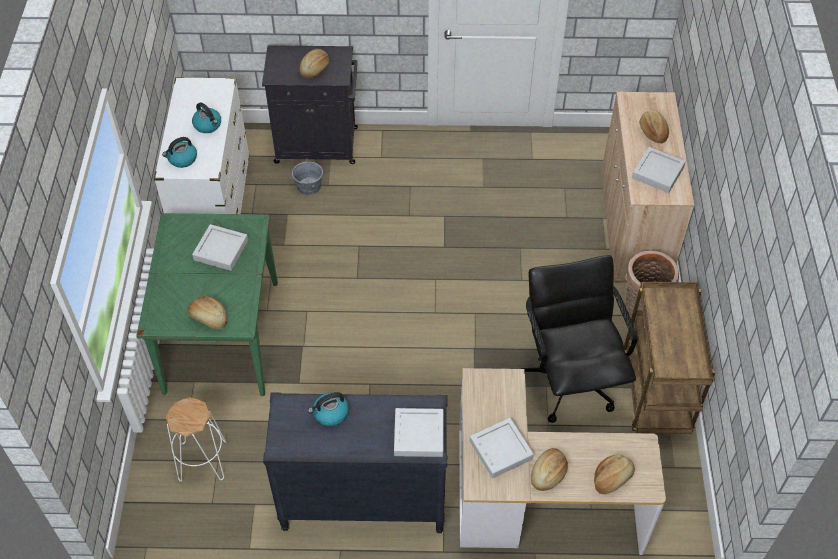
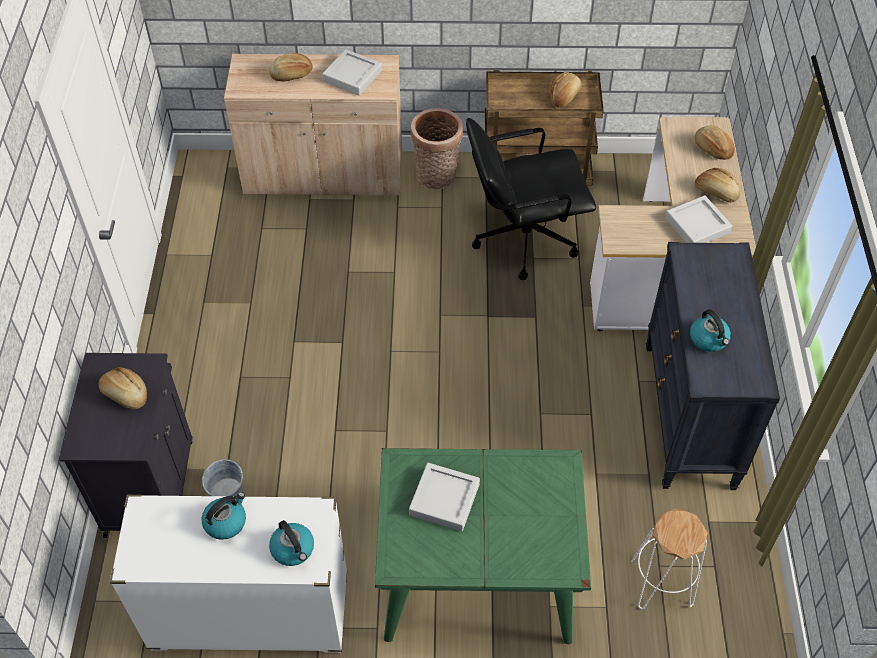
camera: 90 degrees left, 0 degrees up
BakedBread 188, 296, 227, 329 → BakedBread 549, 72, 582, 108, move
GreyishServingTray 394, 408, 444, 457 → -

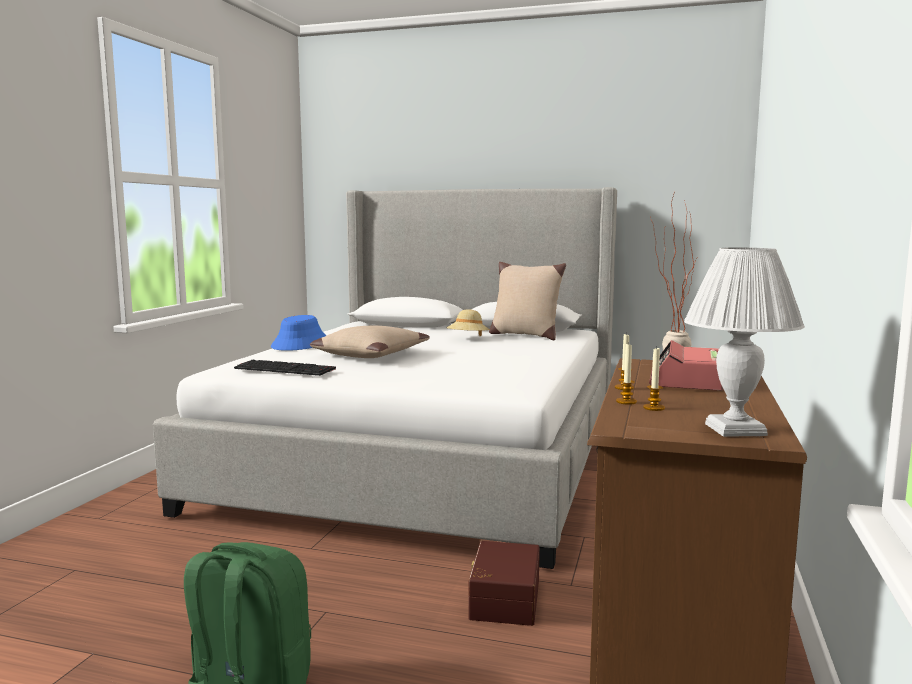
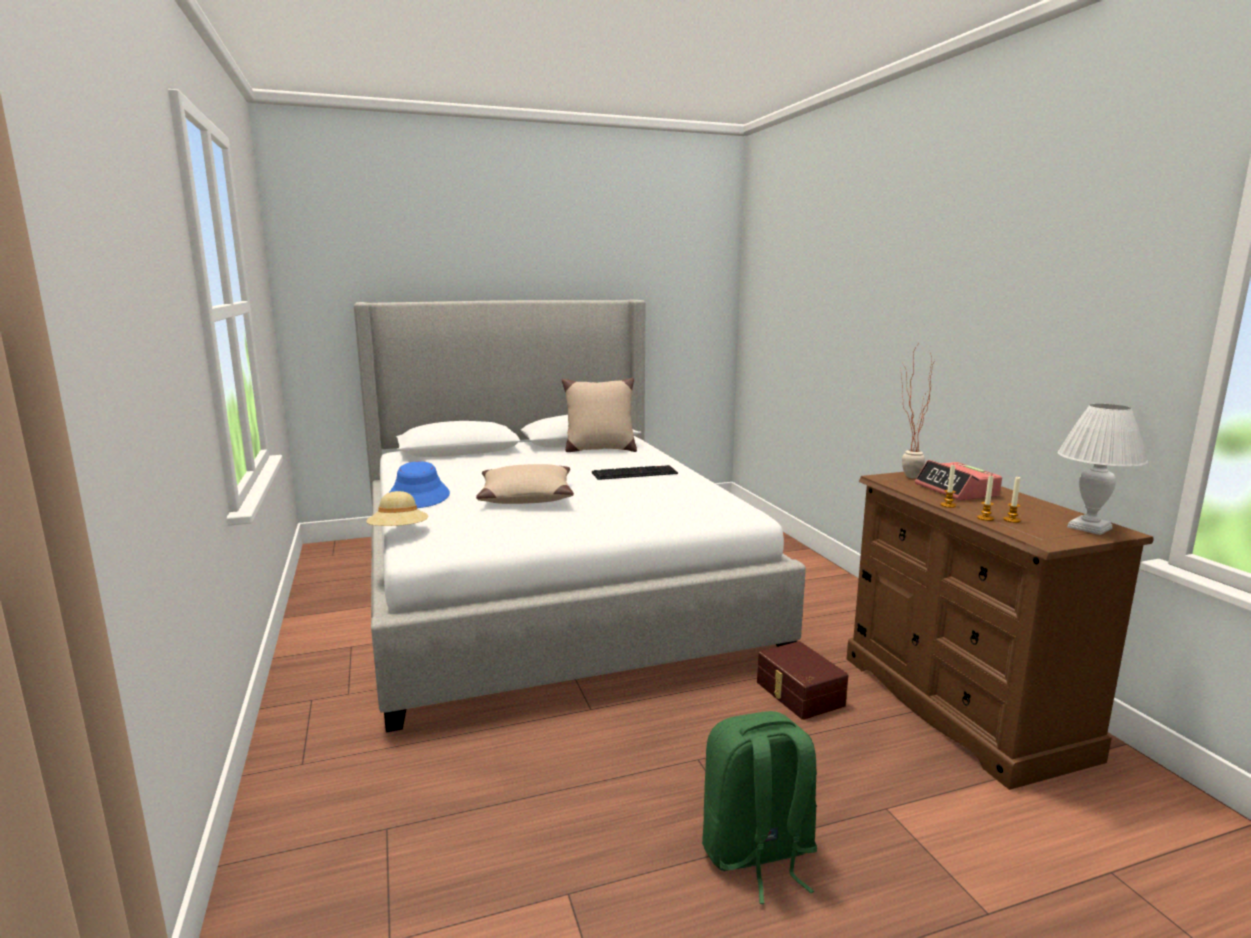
camera: 35 degrees left, 5 degrees up
BeigeHat 447, 309, 489, 336 → BeigeHat 366, 491, 429, 526, move
PcKeyboard 234, 360, 336, 376 → PcKeyboard 592, 465, 678, 480, move

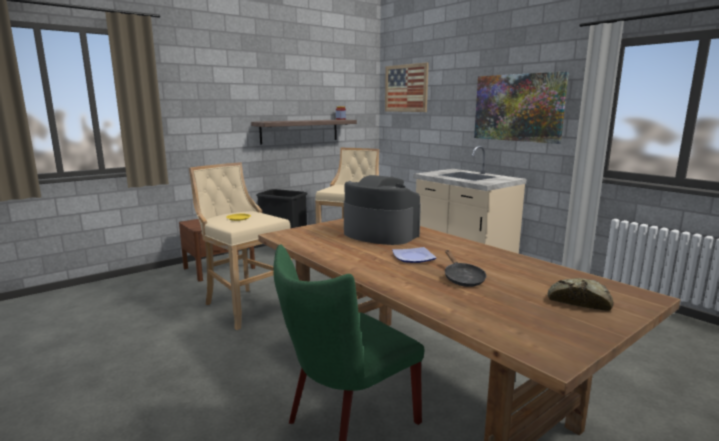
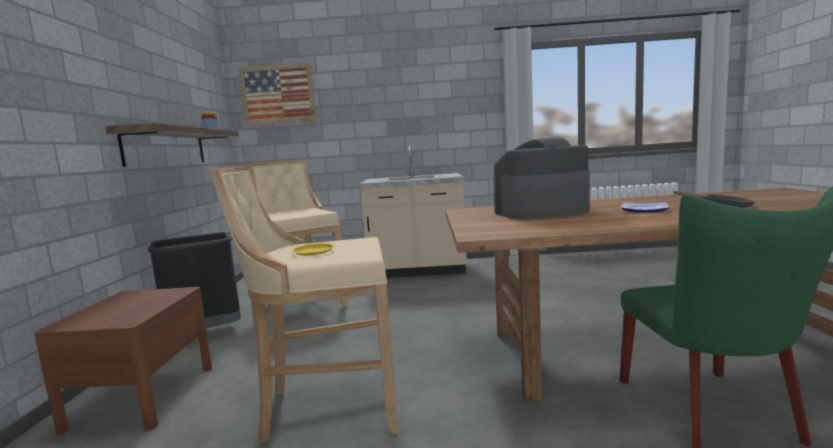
camera: 50 degrees left, 5 degrees down
WallPicture 474, 71, 569, 144 → -
BakedBread 548, 278, 614, 311 → -

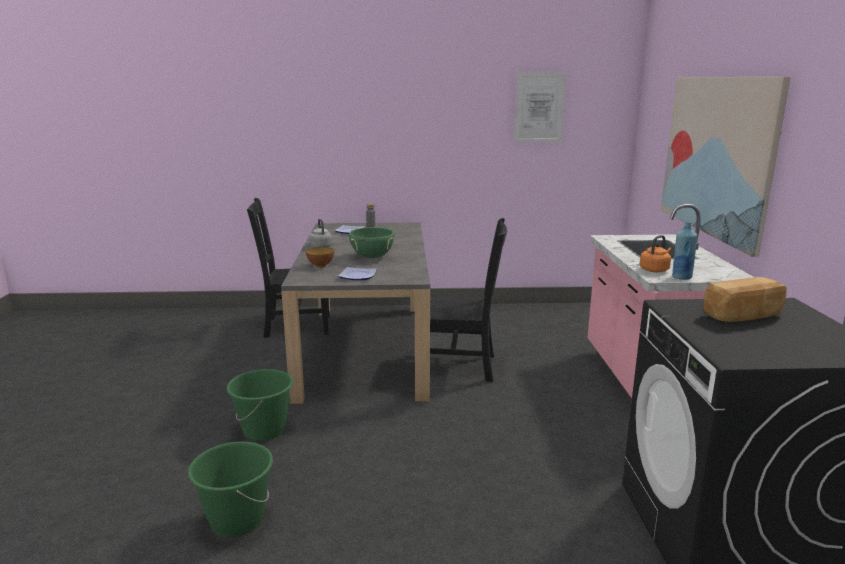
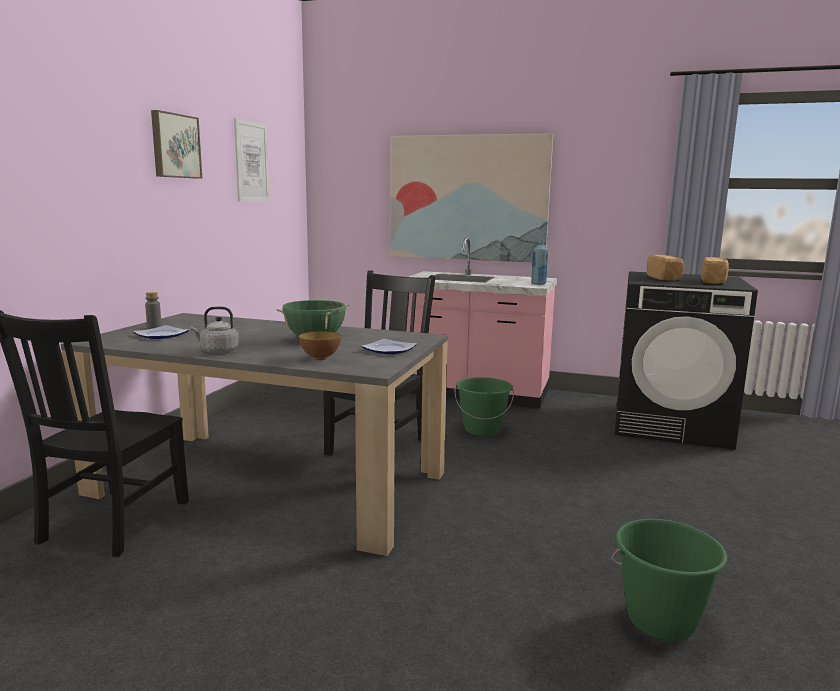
camera: 70 degrees left, 5 degrees down
- → WallPicture 151, 110, 202, 179
GreenishPail 227, 369, 293, 441 → GreenishPail 455, 377, 514, 436, move
- → BakedBread 701, 257, 729, 284
OrangeColouredWaterKettle 640, 235, 671, 272 → -

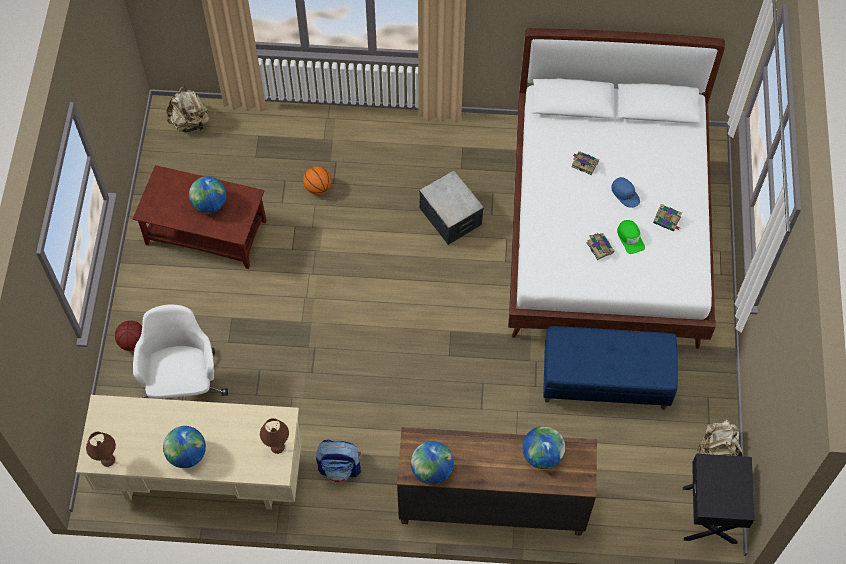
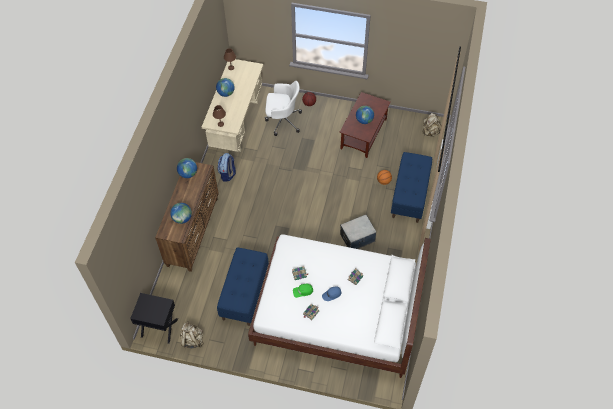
camera: 100 degrees right, 5 degrees down
- → BlueColouredLongSeat 391, 152, 432, 223

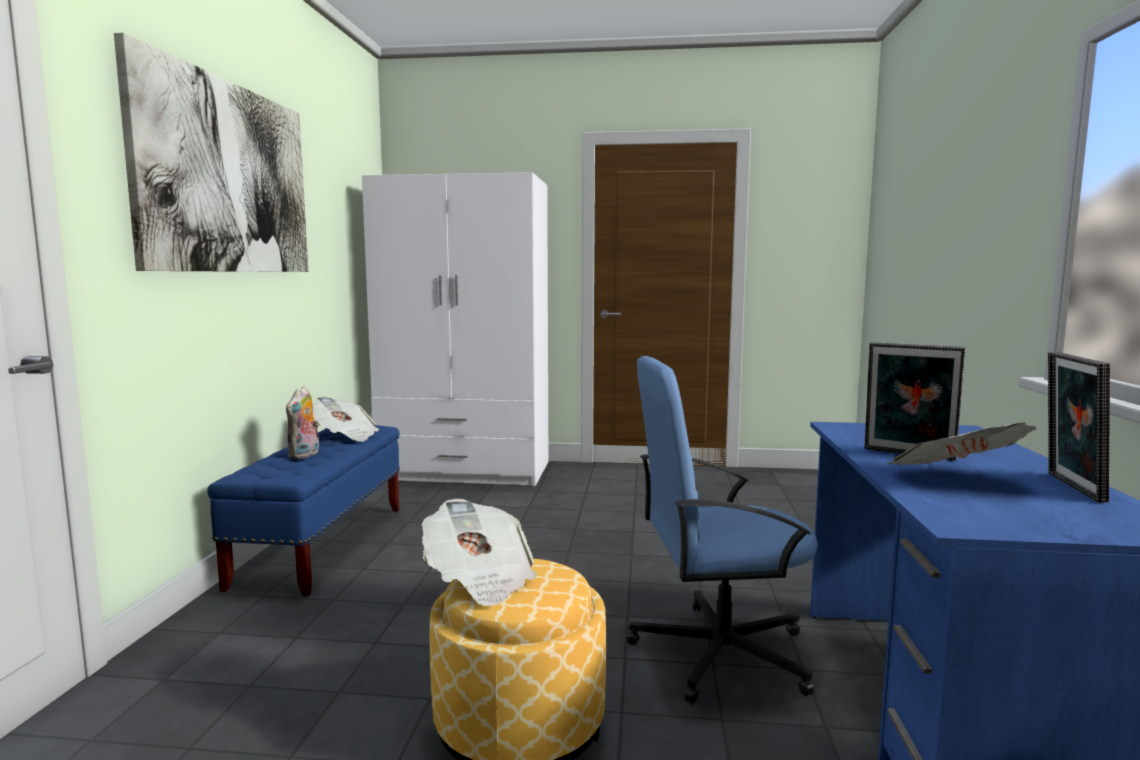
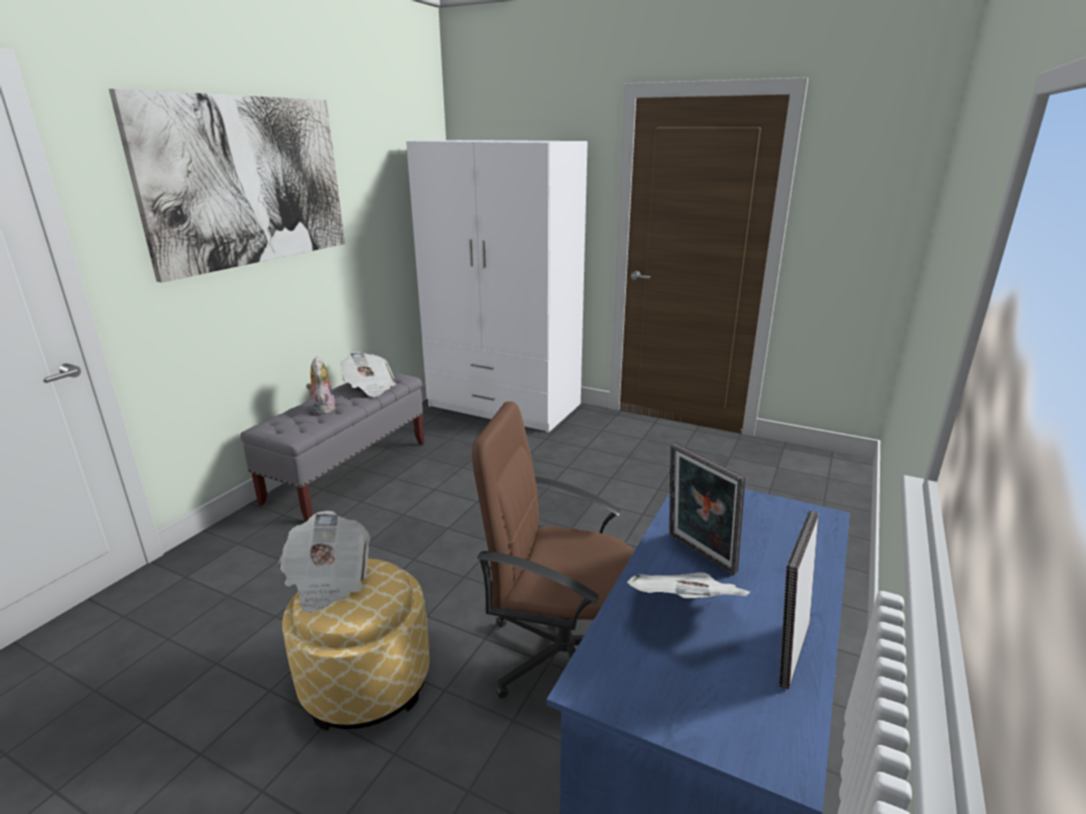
camera: 20 degrees right, 15 degrees up
BlueColouredLongSeat 207, 425, 400, 597 → GreyishLongSeat 240, 372, 424, 521
CuddlyToy 286, 386, 319, 459 → CuddlyToy 306, 356, 336, 414, 135 degrees clockwise
BlueColouredDeskChair 626, 356, 818, 704 → BrownDeskChair 472, 401, 634, 698

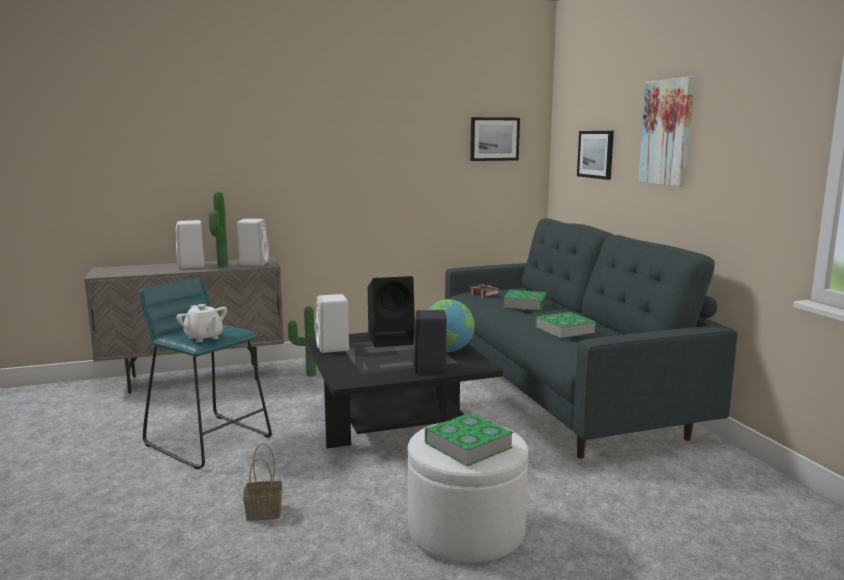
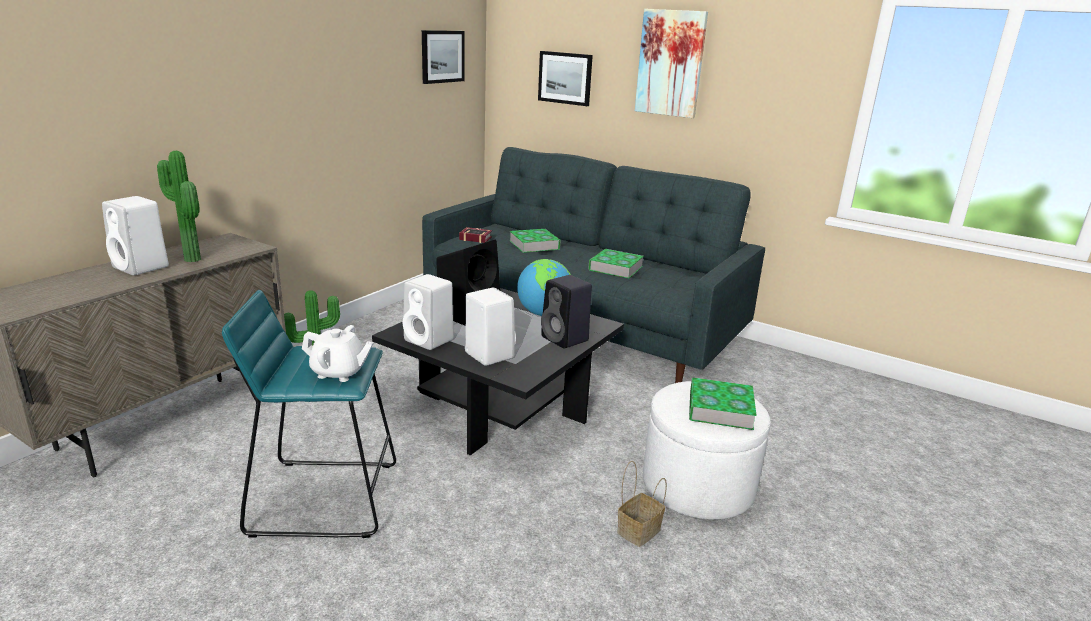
camera: 40 degrees left, 10 degrees up
WhiteColouredLoudspeaker 237, 219, 269, 266 → WhiteColouredLoudspeaker 465, 288, 516, 366, move
Basket 243, 443, 282, 521 → Basket 617, 461, 667, 547, move

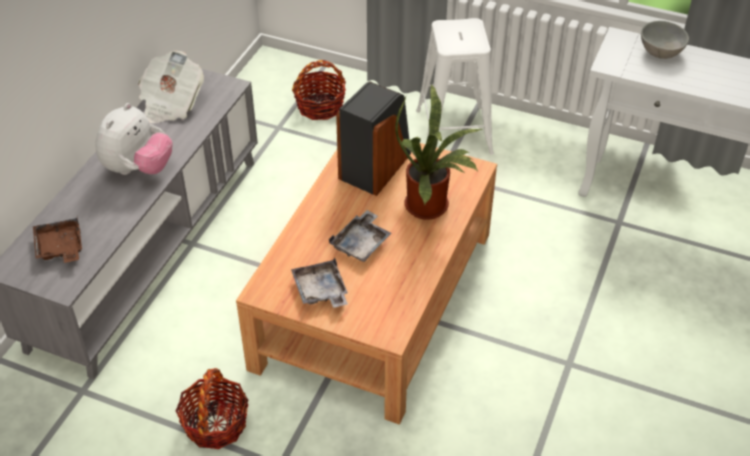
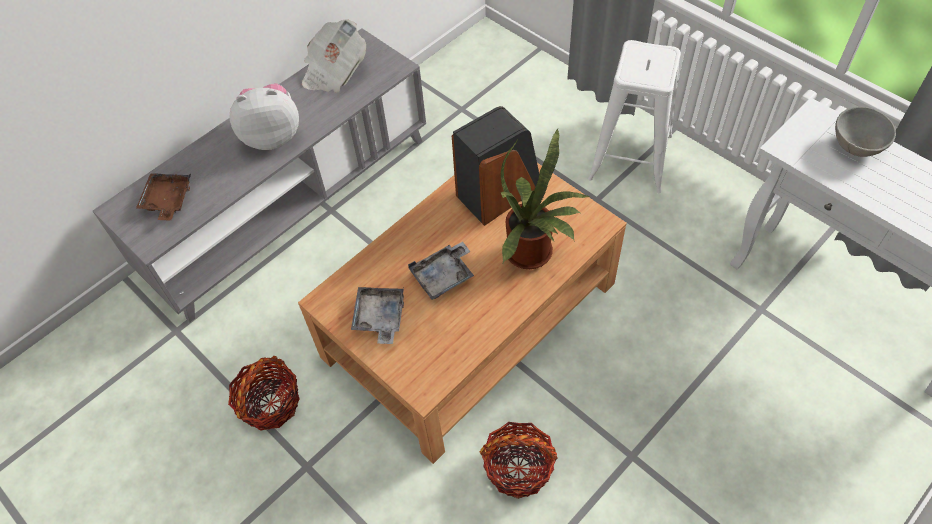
camera: 25 degrees right, 10 degrees up
CuddlyToy 95, 103, 173, 175 → CuddlyToy 230, 83, 299, 150, 150 degrees counterclockwise
Basket 292, 60, 346, 120 → Basket 480, 422, 558, 499, move

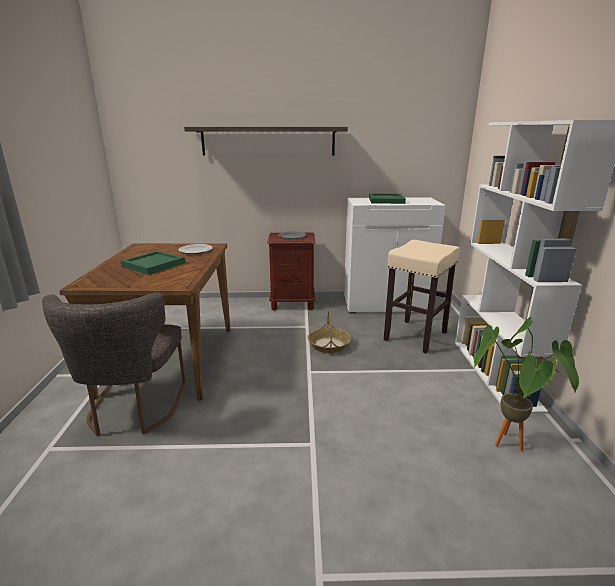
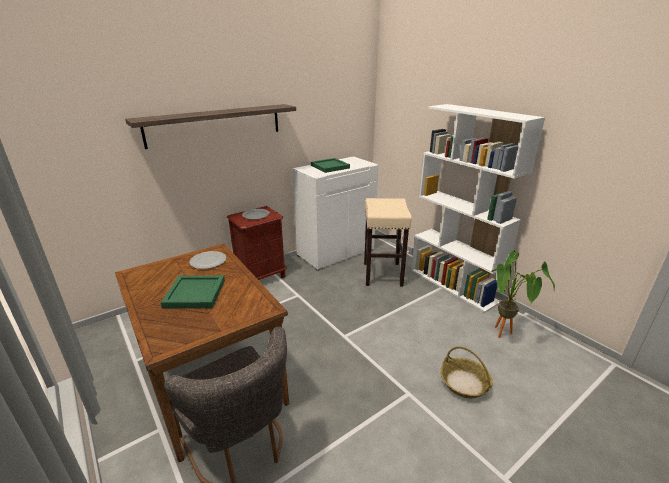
camera: 35 degrees left, 5 degrees up
Basket 307, 309, 351, 353 → Basket 440, 346, 493, 398, move

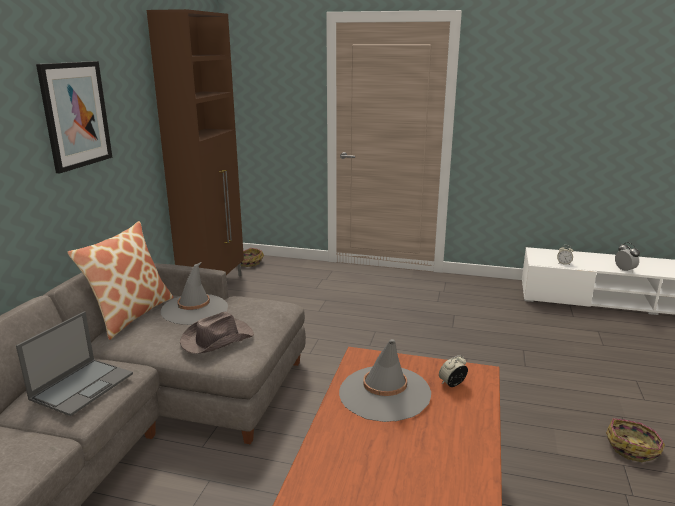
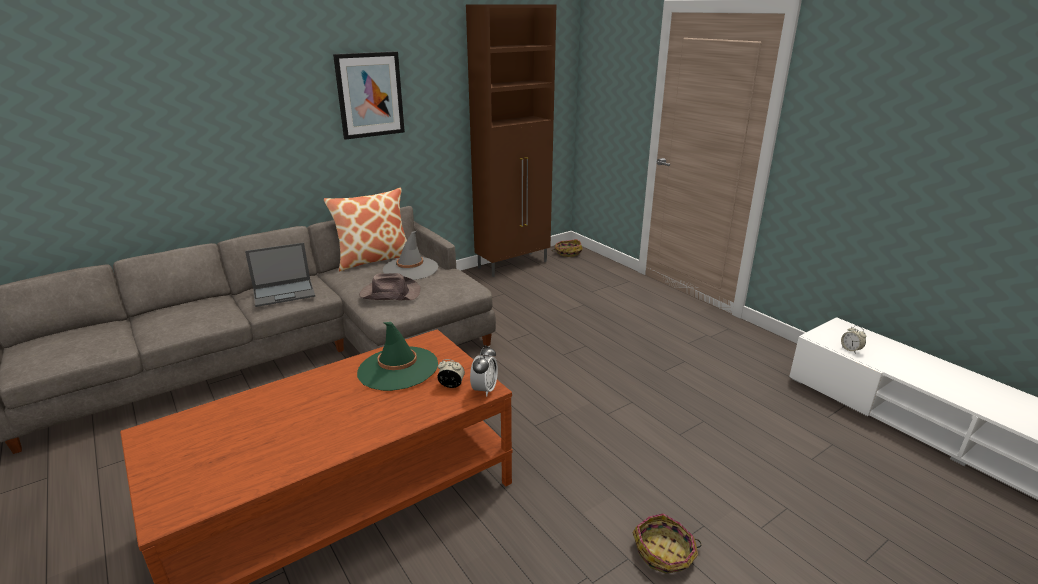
camera: 40 degrees right, 5 degrees up
GreyishHat 339, 339, 431, 422 → GreenishHat 357, 322, 438, 391
TableClock 615, 242, 640, 272 → TableClock 470, 345, 498, 397, move

